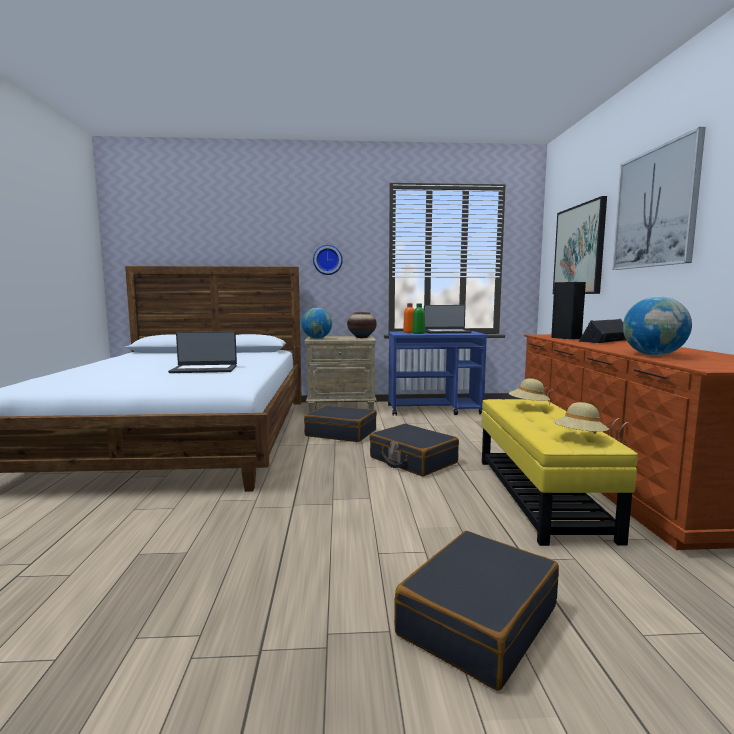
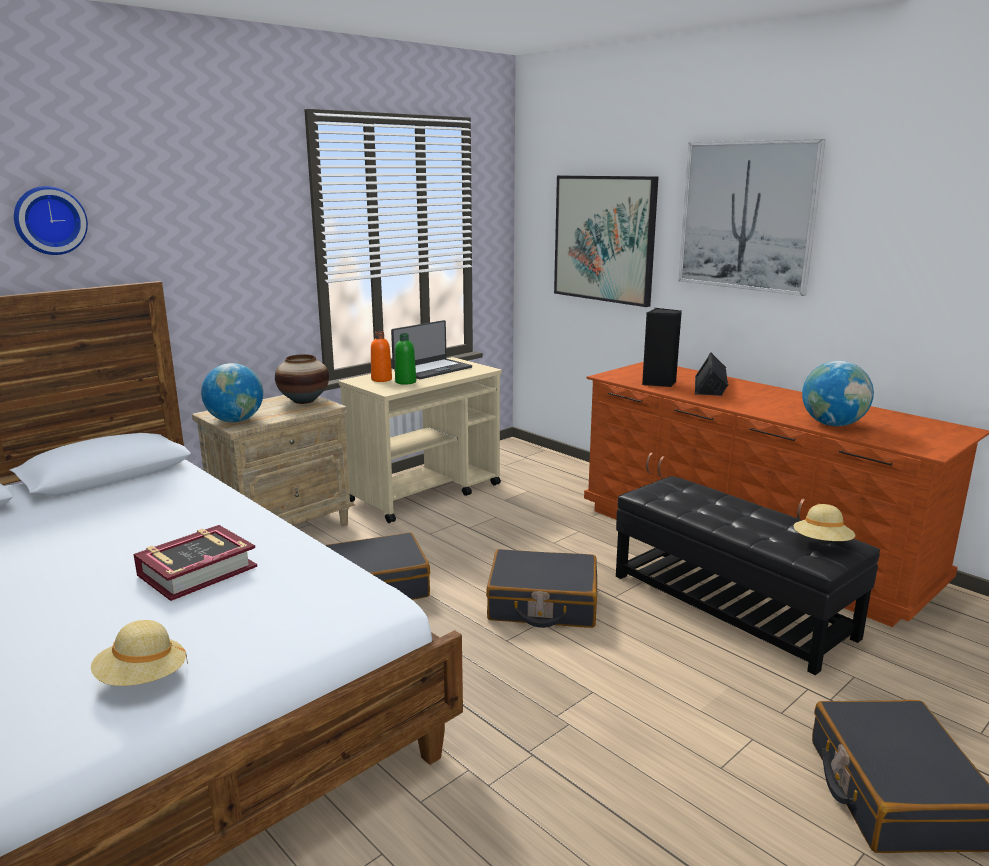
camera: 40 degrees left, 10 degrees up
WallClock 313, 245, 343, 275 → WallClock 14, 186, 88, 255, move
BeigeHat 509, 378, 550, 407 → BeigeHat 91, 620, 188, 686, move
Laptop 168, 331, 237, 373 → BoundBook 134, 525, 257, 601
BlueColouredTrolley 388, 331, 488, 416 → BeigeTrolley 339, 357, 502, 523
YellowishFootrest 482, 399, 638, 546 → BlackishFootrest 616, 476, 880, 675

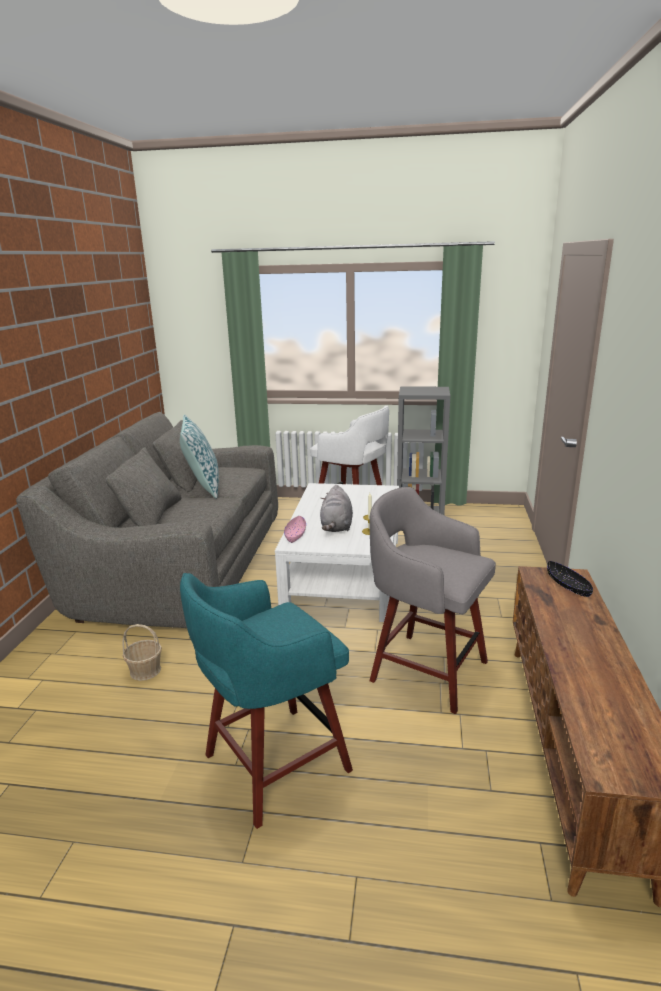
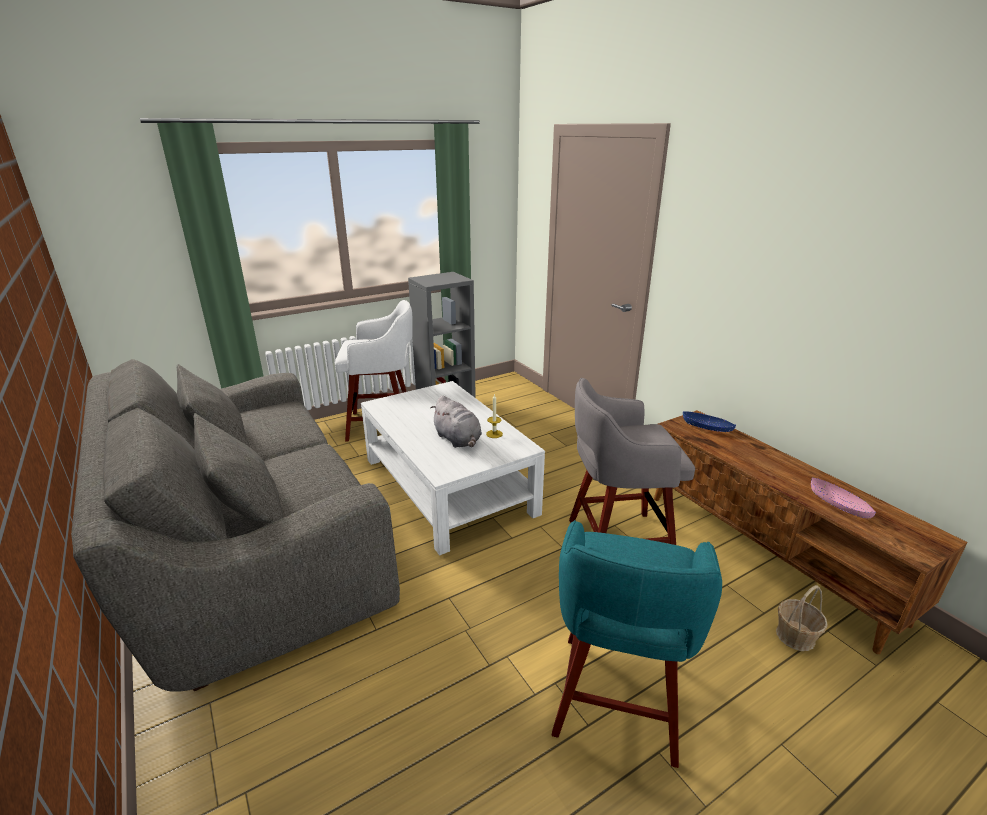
camera: 40 degrees left, 5 degrees up
BlackishDeepDish 547, 561, 593, 597 → BlueColouredDeepDish 683, 411, 736, 432
Basket 122, 624, 162, 681 → Basket 776, 585, 828, 651, move
PinkishDeepDish 284, 516, 306, 543 → PinkishDeepDish 811, 477, 876, 518, move
Cushion 180, 414, 219, 499 → -

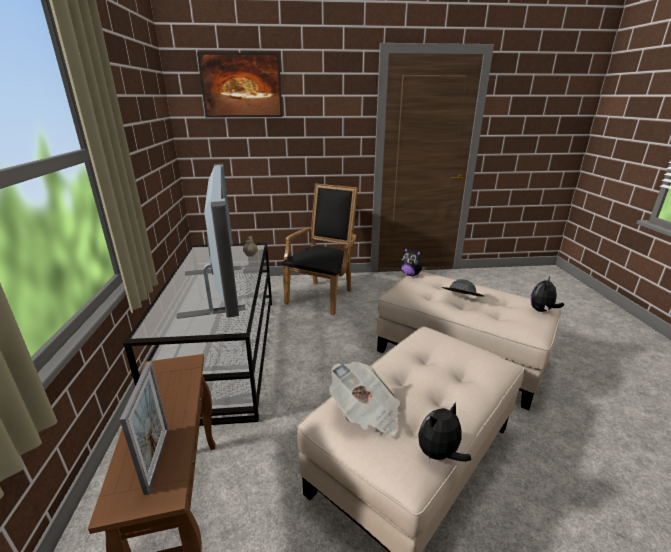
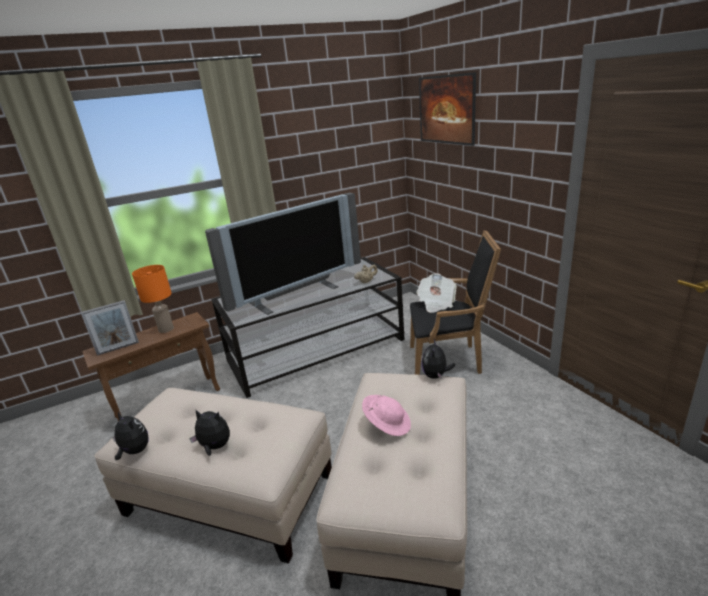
camera: 70 degrees right, 0 degrees up
- → OrangeColouredLampForATable 132, 265, 174, 333
CuddlyToy 530, 276, 564, 312 → CuddlyToy 190, 410, 230, 456, move
GreyishHat 441, 279, 484, 297 → PinkishHat 362, 395, 411, 436
DailyPaper 329, 362, 400, 437 → DailyPaper 416, 274, 457, 313, move

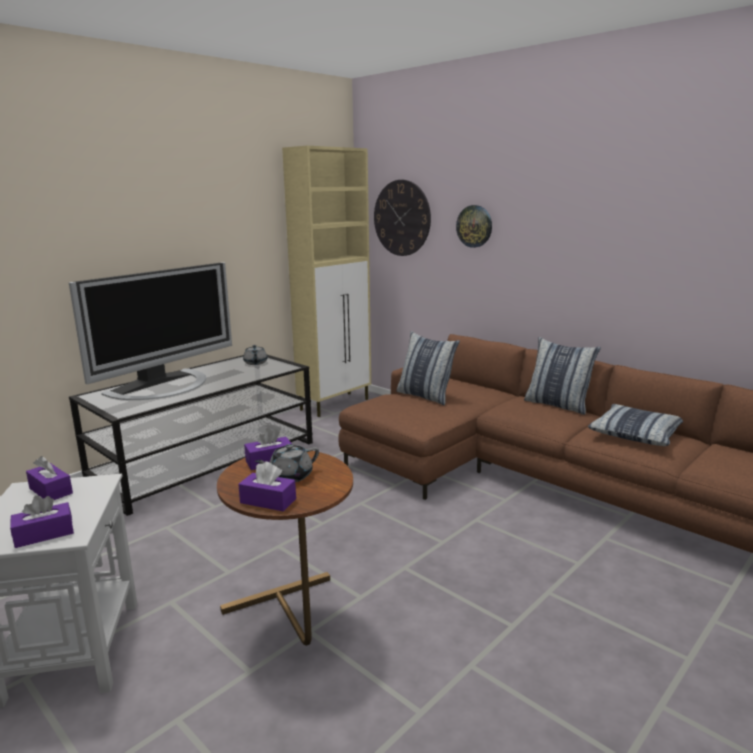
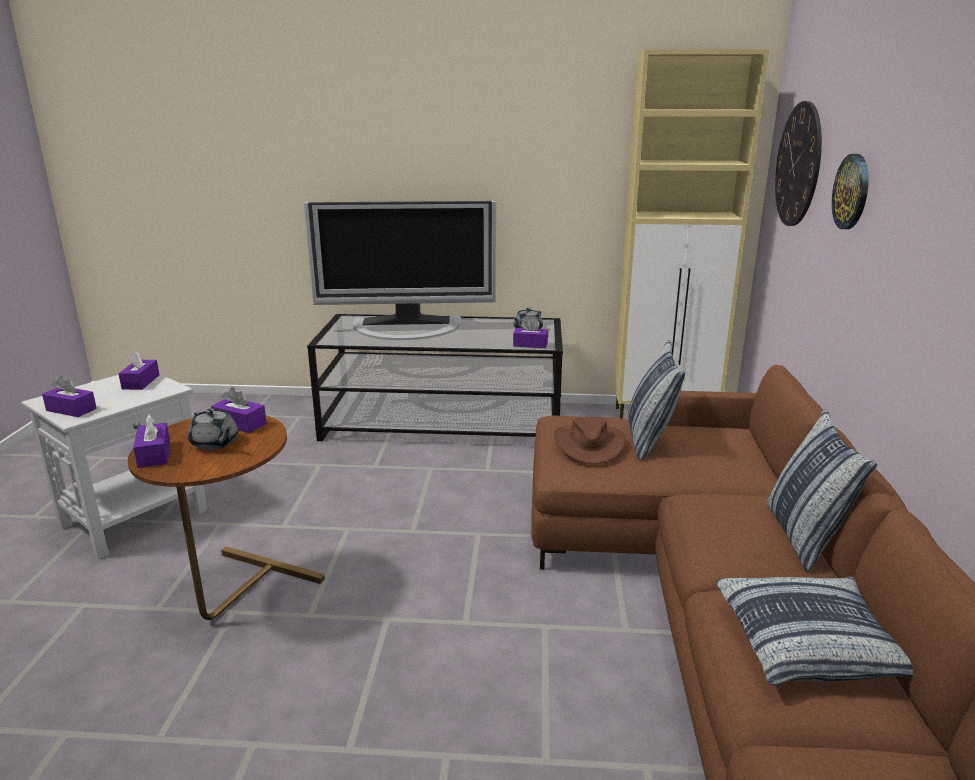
camera: 50 degrees right, 5 degrees up
GreyishTeapot 255, 444, 319, 482 → GreyishTeapot 188, 408, 238, 450, 150 degrees counterclockwise
- → PurpleBoxOfTissues 513, 318, 548, 348
- → BrownHat 554, 418, 626, 464

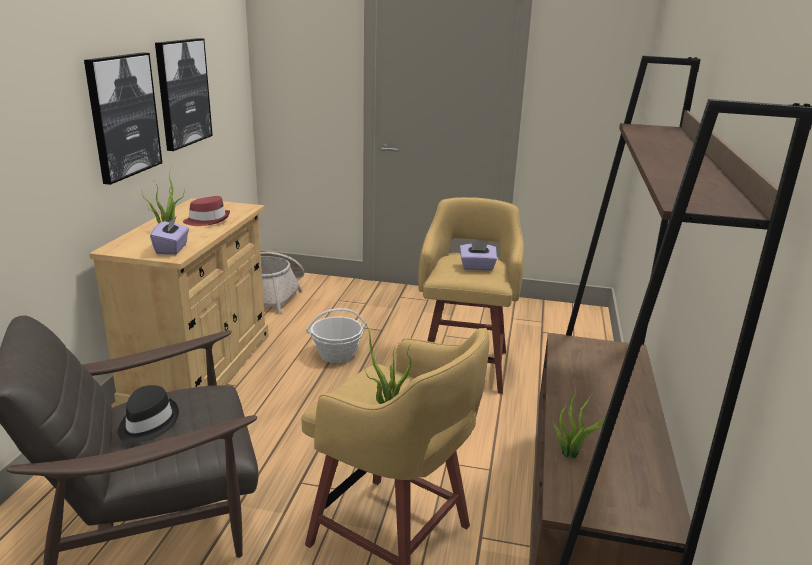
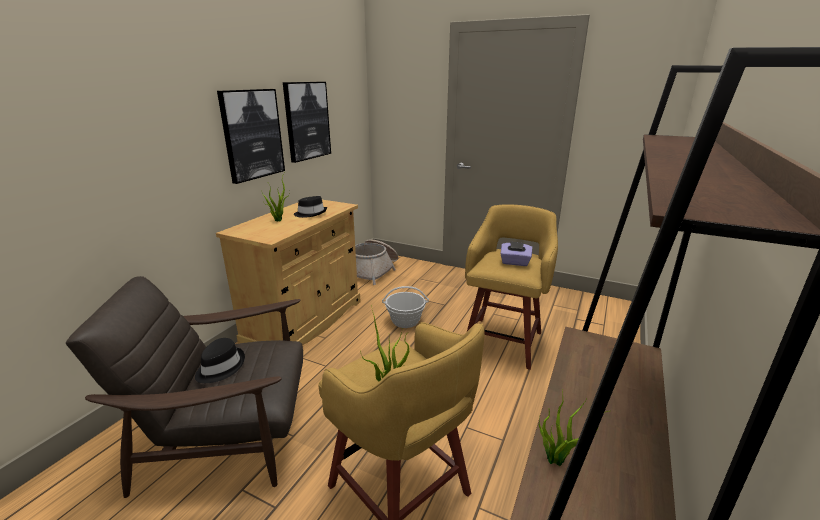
camera: 15 degrees right, 0 degrees up
RedColouredHat 183, 196, 230, 226 → BlackishHat 294, 196, 327, 218
PurpleBoxOfTissues 150, 216, 189, 255 → -

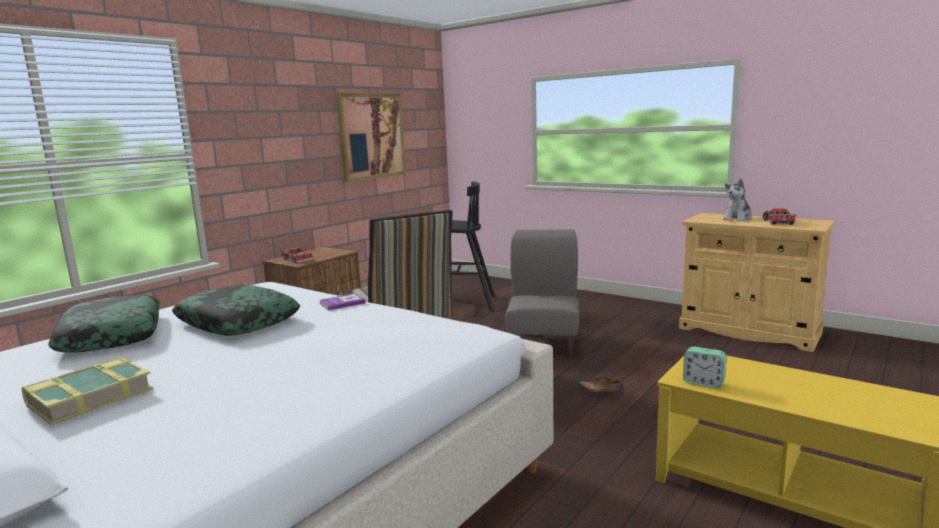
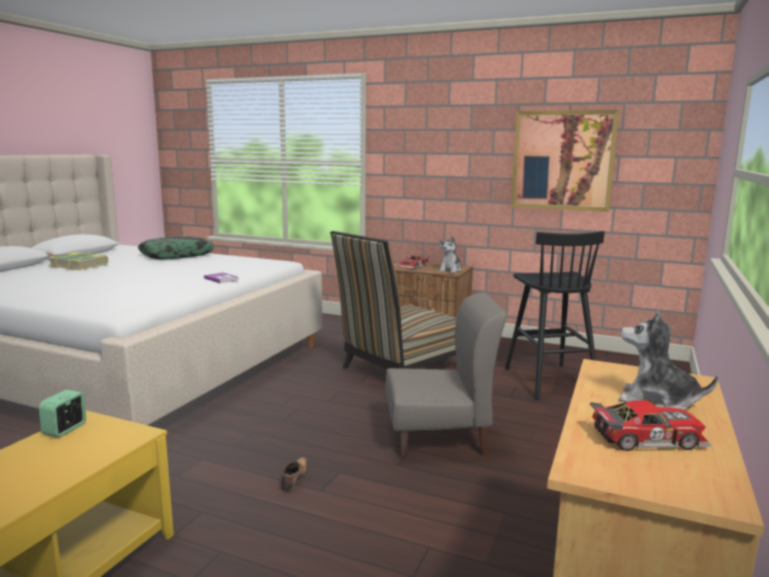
camera: 75 degrees right, 0 degrees up
- → CuddlyToy 439, 236, 462, 273
Cushion 172, 285, 300, 336 → -

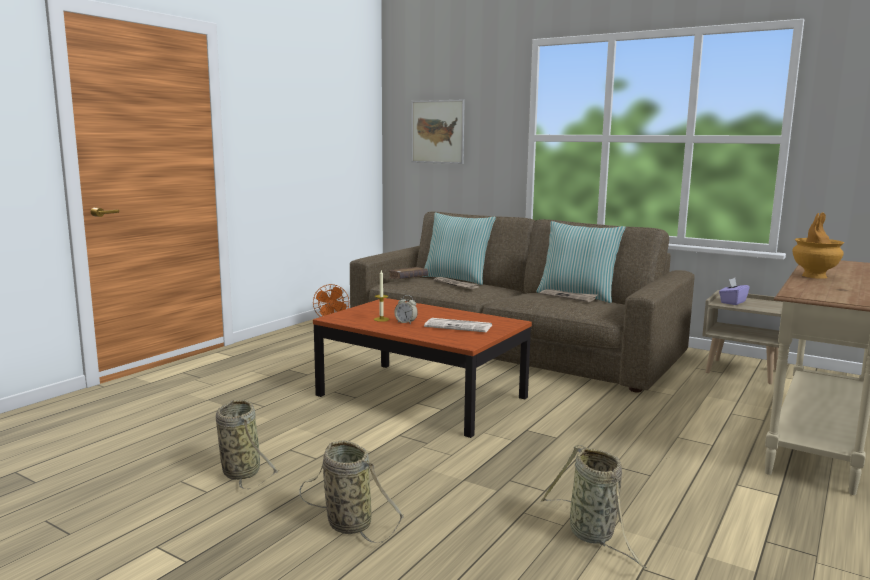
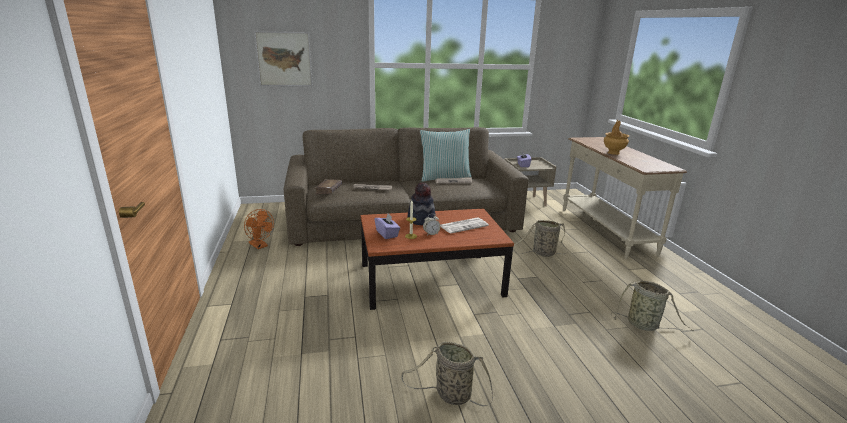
camera: 45 degrees left, 10 degrees up
- → PurpleBoxOfTissues 375, 214, 400, 239
- → Hat 408, 183, 436, 225
Basket 299, 440, 404, 543 → Basket 514, 220, 568, 257, move
Cushion 421, 213, 496, 285 → -

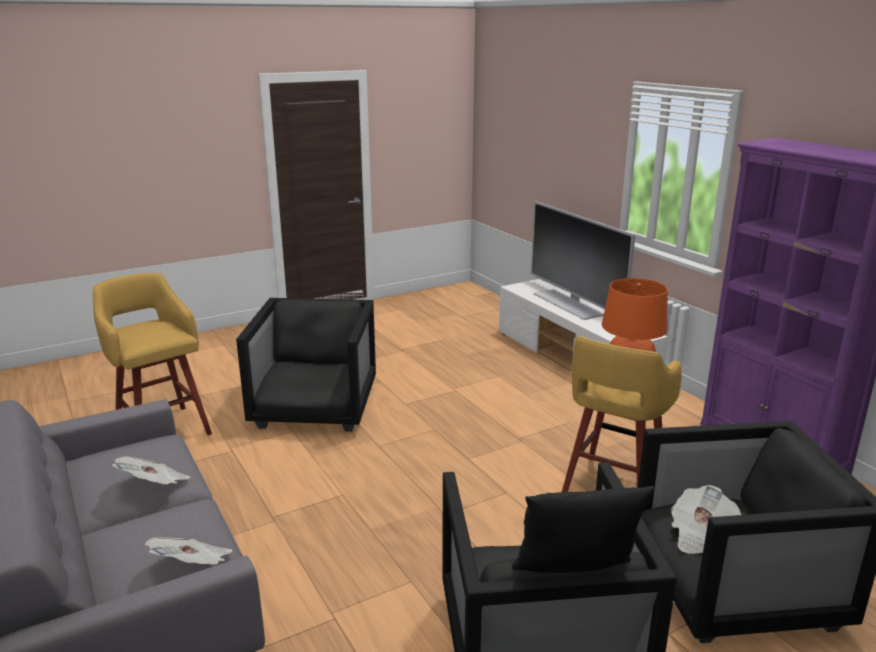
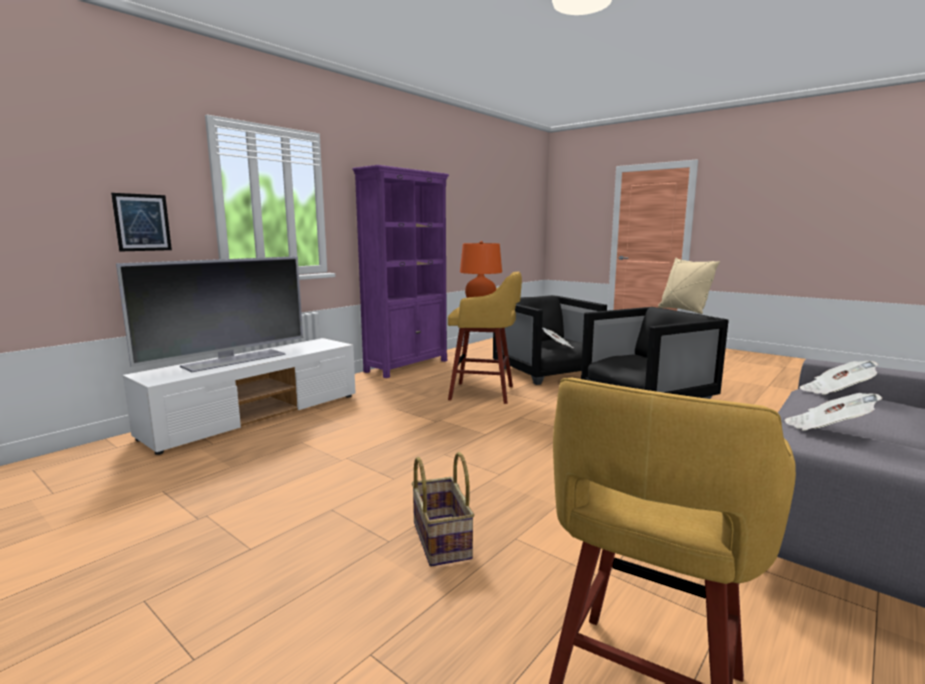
camera: 110 degrees left, 10 degrees down
- → WallPicture 111, 193, 172, 252
BlackishEasyChair 236, 298, 376, 432 → Basket 412, 452, 475, 567
BlackishCushion 512, 486, 655, 573 → BeigeCushion 658, 258, 720, 314

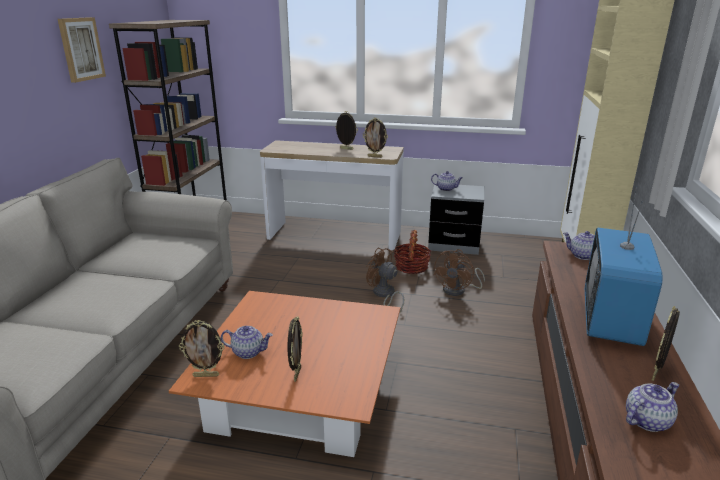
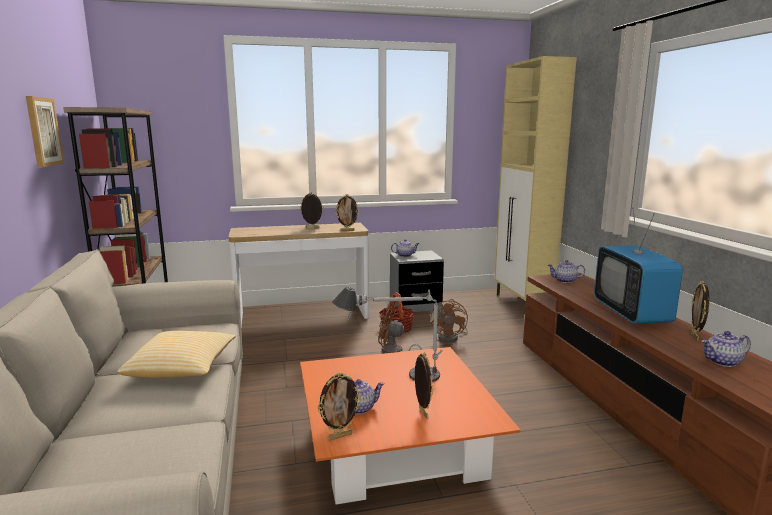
camera: 25 degrees left, 10 degrees down
- → Cushion 117, 331, 236, 378
- → LampForATable 332, 287, 443, 382
Teapot 626, 382, 679, 432 → Teapot 701, 331, 751, 367, 135 degrees counterclockwise

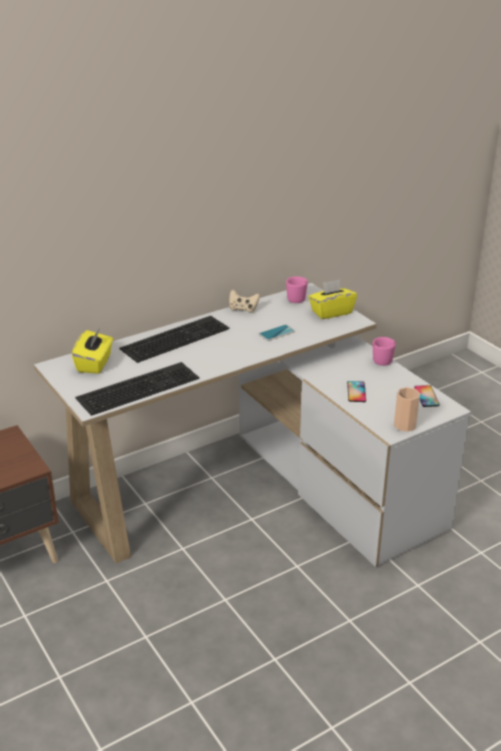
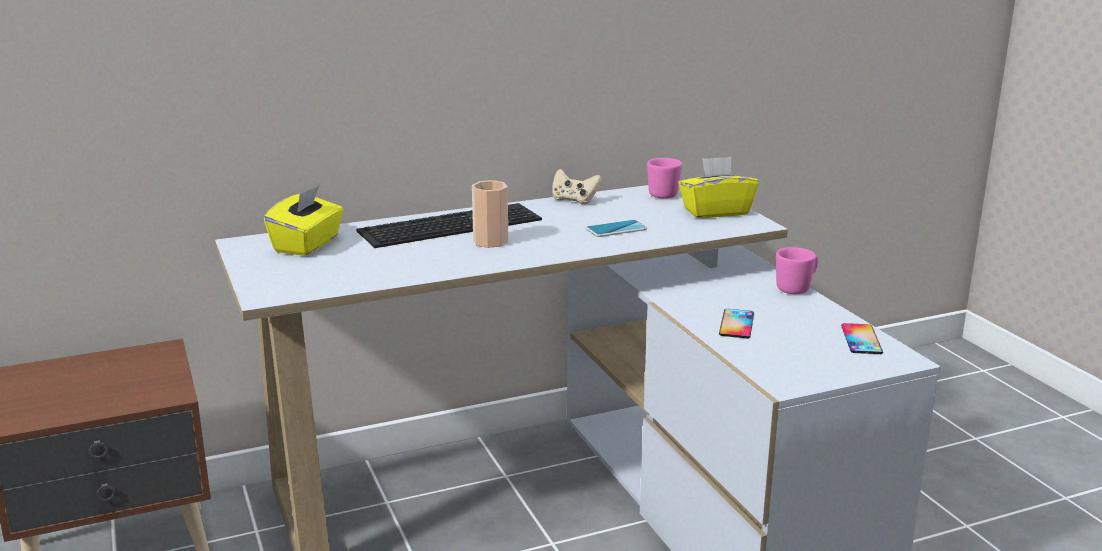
camera: 10 degrees right, 10 degrees down
Cup 394, 387, 420, 432 → Cup 472, 180, 508, 248, move
PcKeyboard 75, 362, 199, 416 → -

